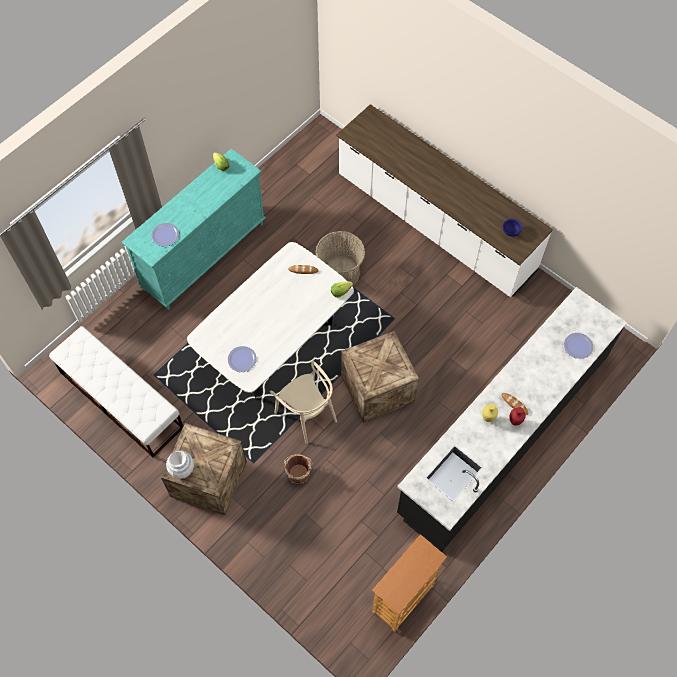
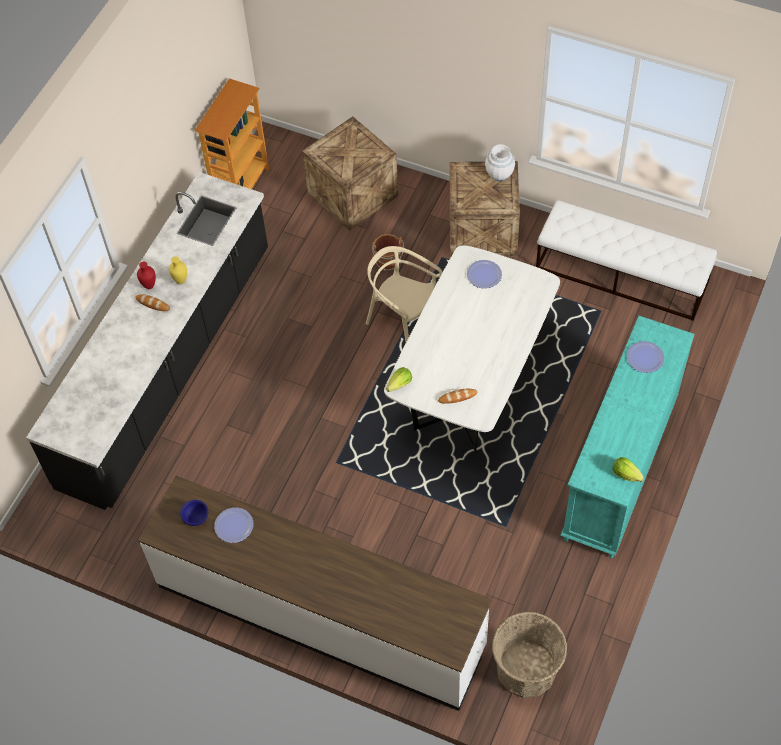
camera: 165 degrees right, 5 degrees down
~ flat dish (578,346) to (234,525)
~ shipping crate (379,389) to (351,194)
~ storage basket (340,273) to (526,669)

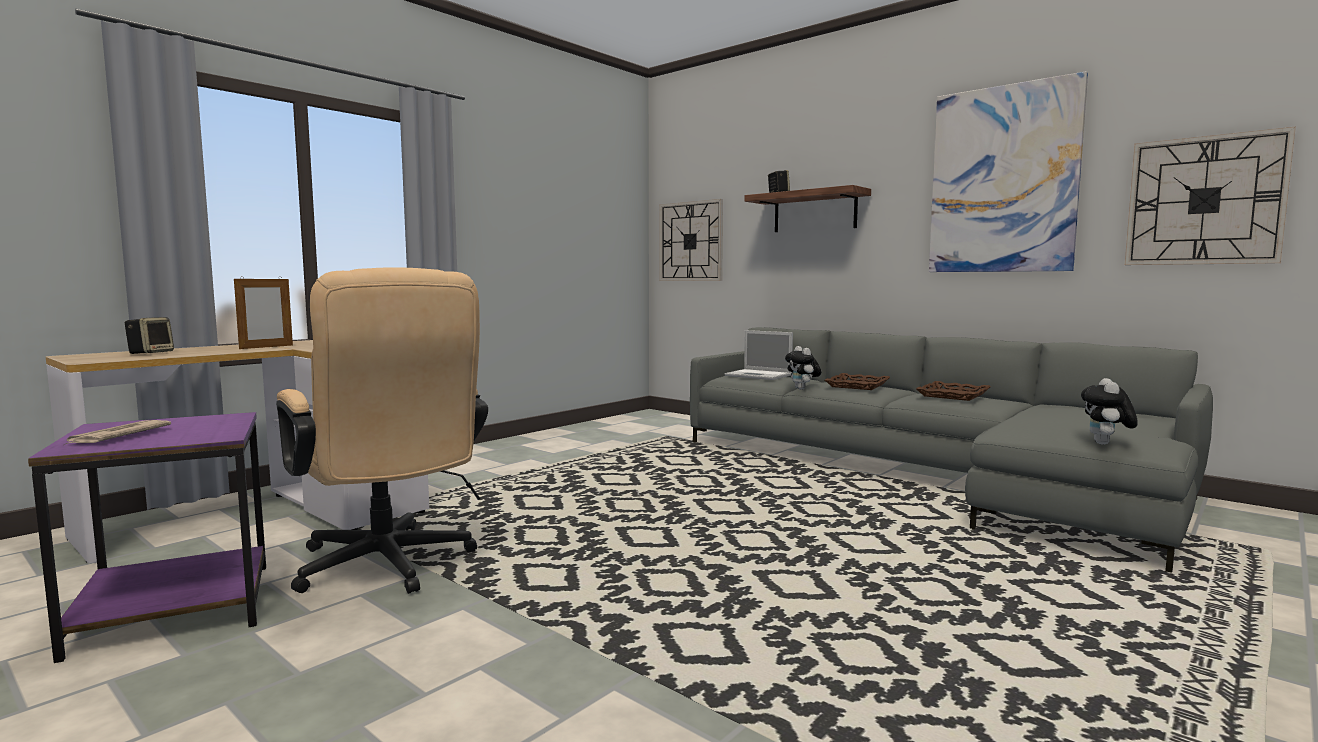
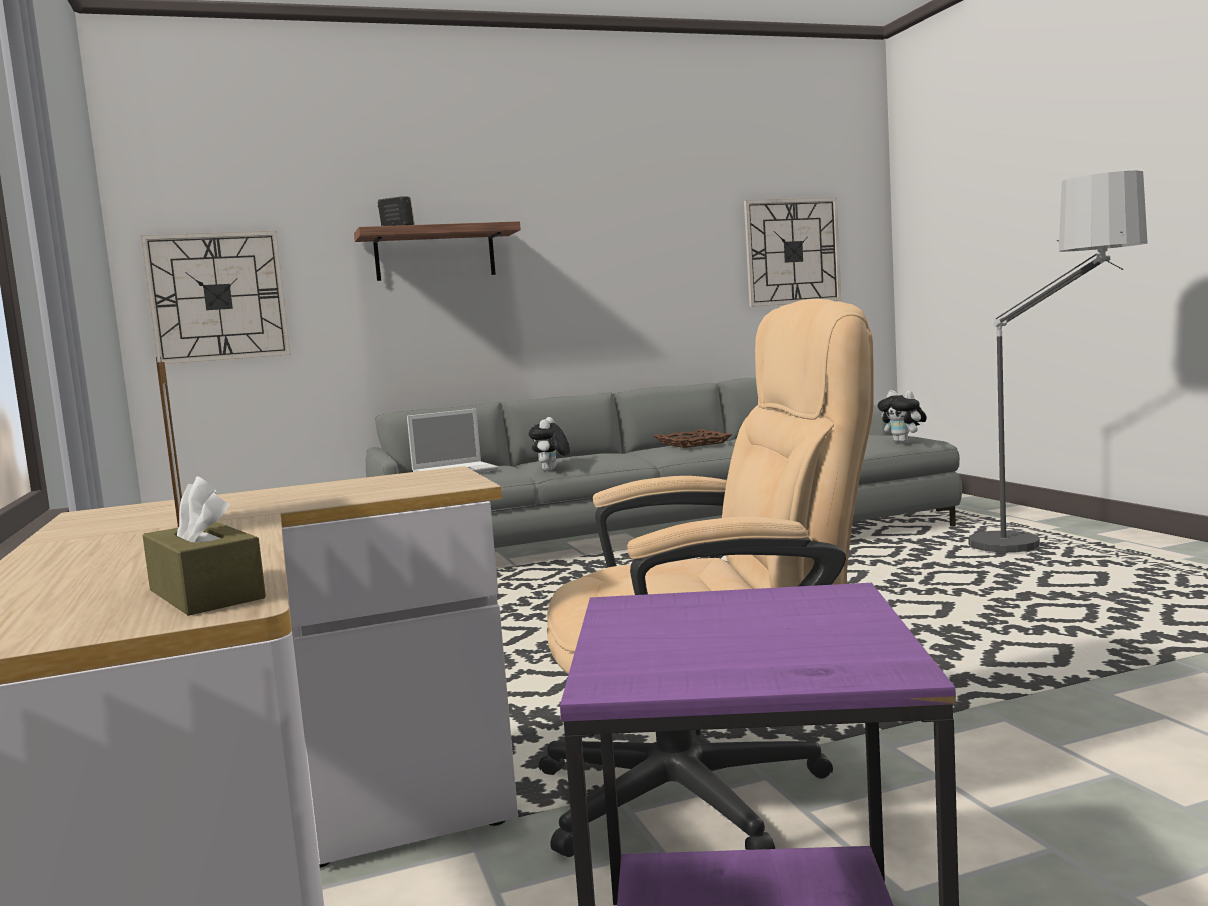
camera: 60 degrees left, 0 degrees up
+ tissue holder/brown-coloured (206,594)
~ cuddly toy (802,389) = (551,470) 90 degrees clockwise
+ standing lamp (1051,556)
- daily paper (117,436)
- audio speaker (151,353)
- tray/brown-coloured (858,386)
- picture (1003,180)

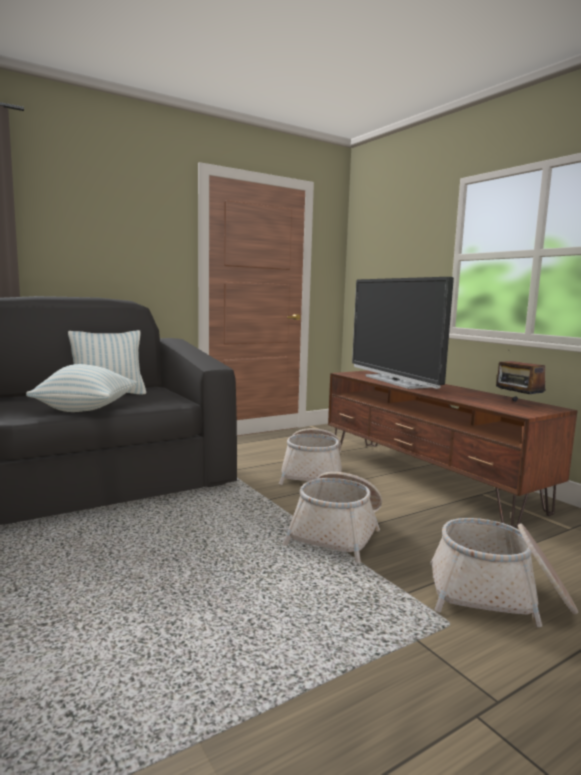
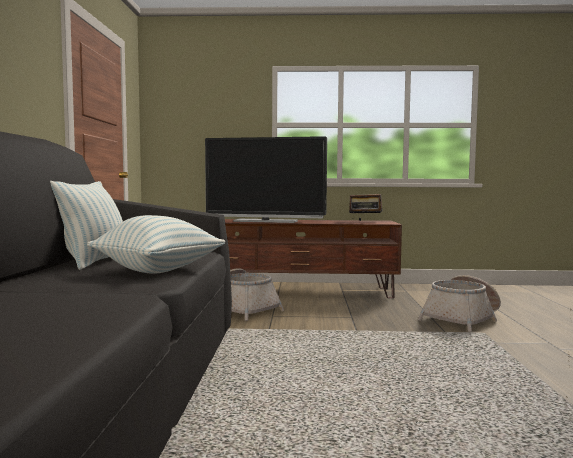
camera: 55 degrees left, 5 degrees down
- storage basket (337,532)

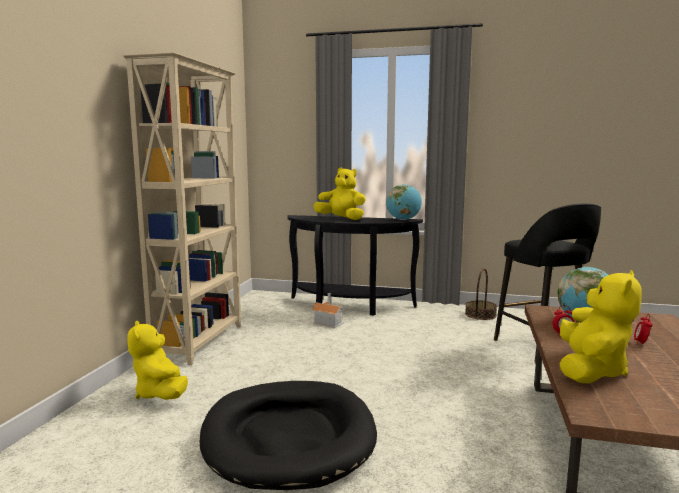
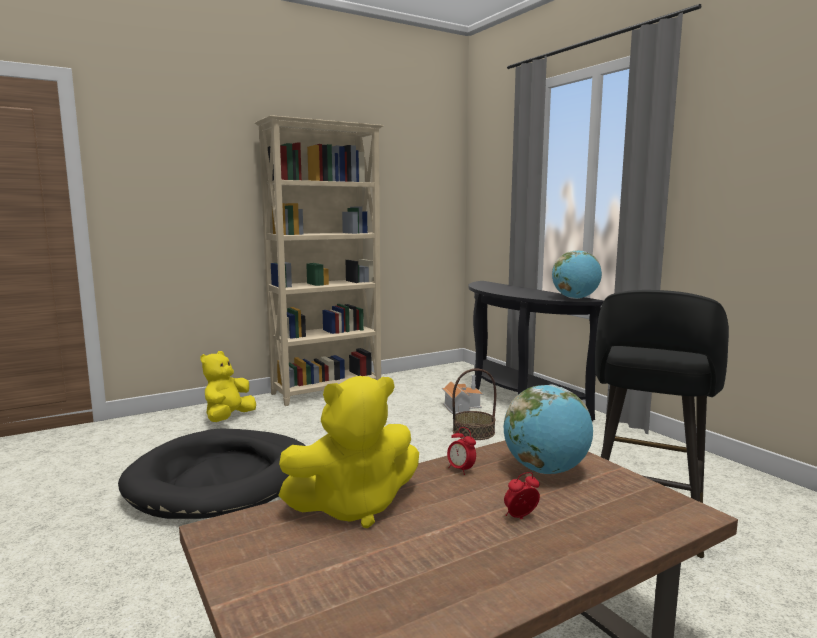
camera: 45 degrees right, 0 degrees up
~ storage basket (480,315) to (473,432)
- cuddly toy/yellow-coloured (341,219)

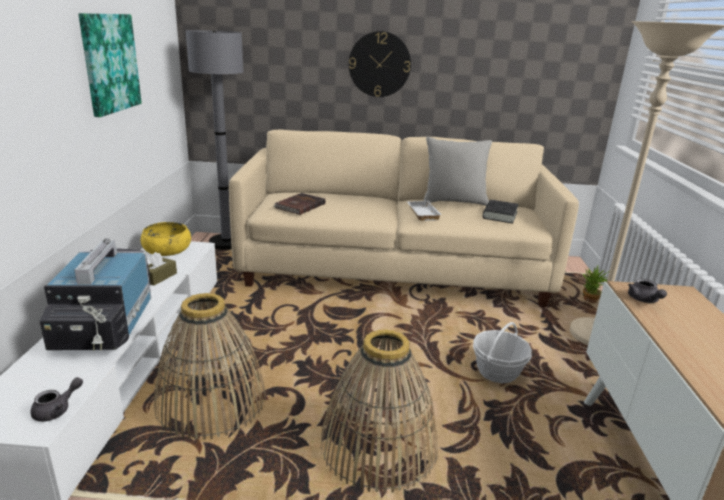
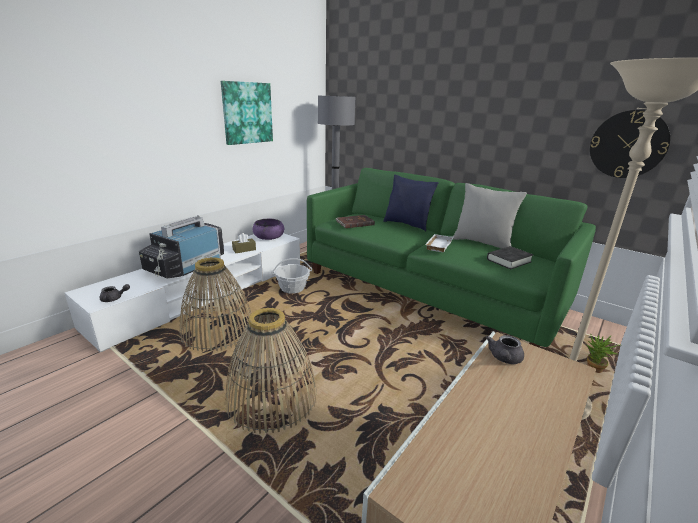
camera: 35 degrees right, 0 degrees up
~ deep dish/yellow-coloured (167,250) to deep dish/purple-coloured (268,236)
~ storage basket (497,372) to (292,288)
~ sofa/sand-coloured (394,270) to sofa/green-coloured (428,290)
+ throw pillow/blue (407,224)
~ wall clock (379,64) to (628,144)

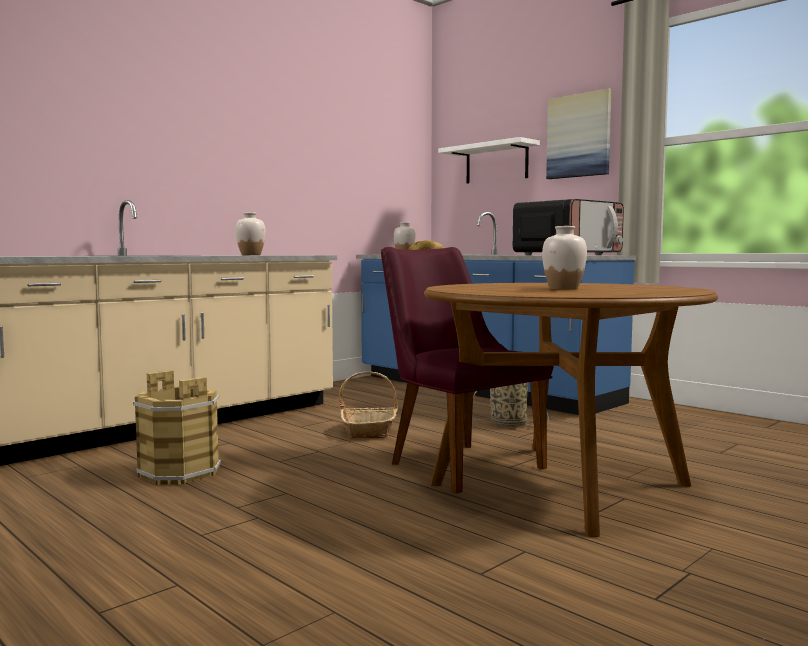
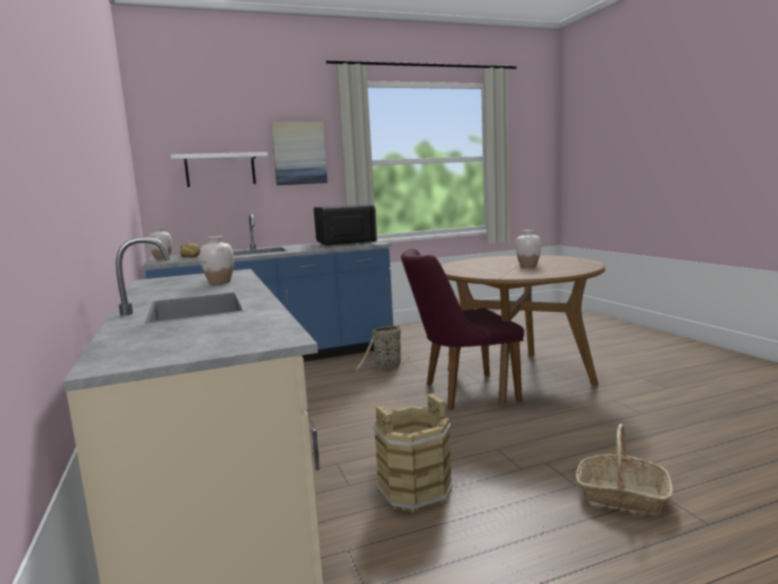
camera: 65 degrees left, 5 degrees up
~ storage basket (369,431) to (622,495)

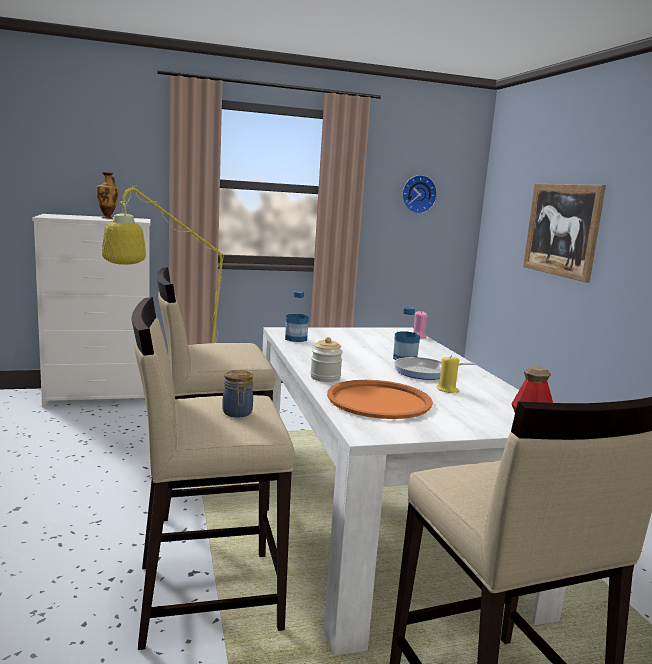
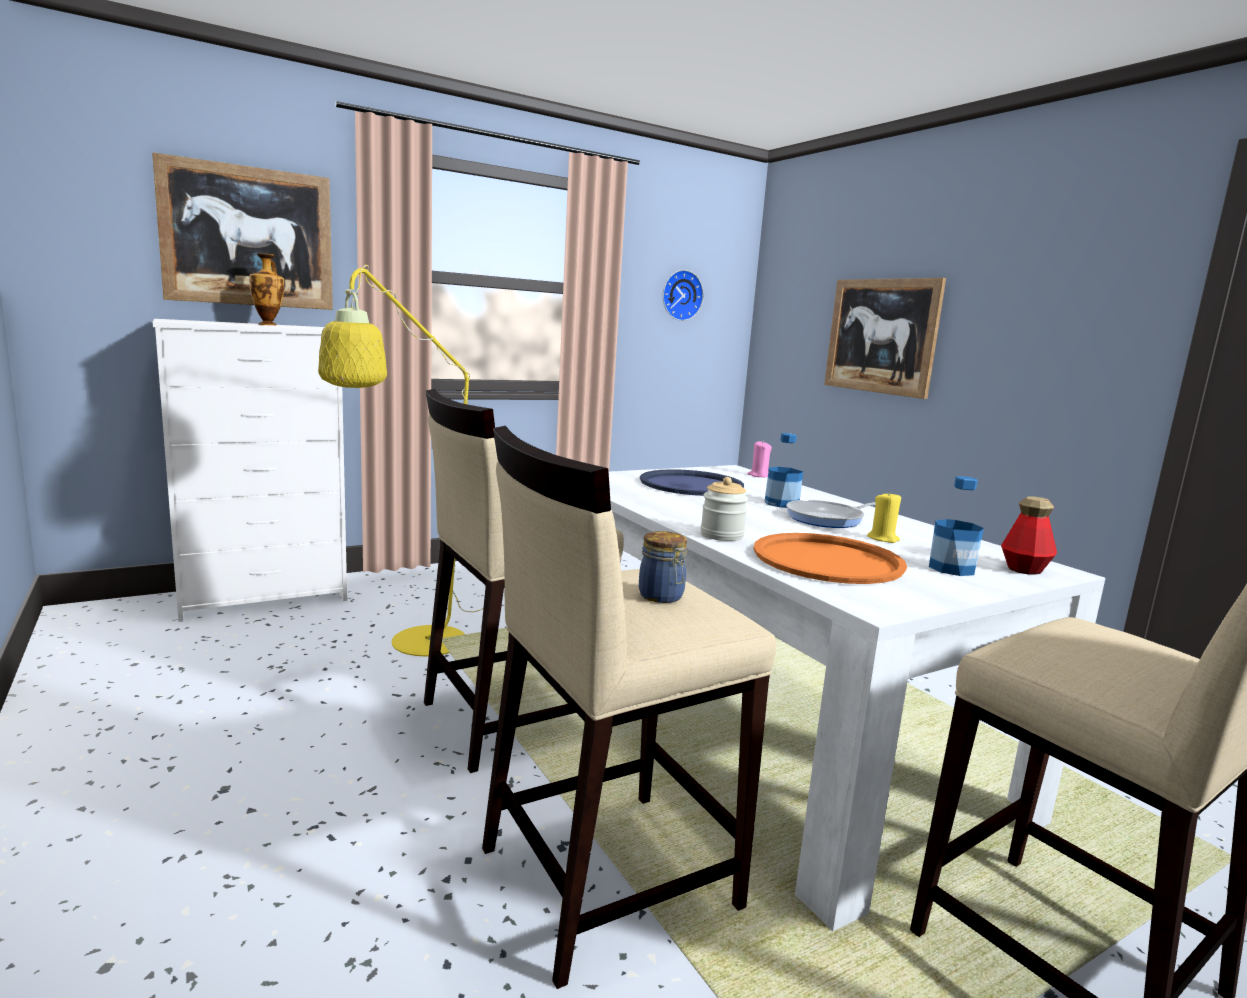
camera: 15 degrees left, 0 degrees up
+ picture (248,237)
+ tray/blue (691,485)
~ bottle (296,339) to (951,568)

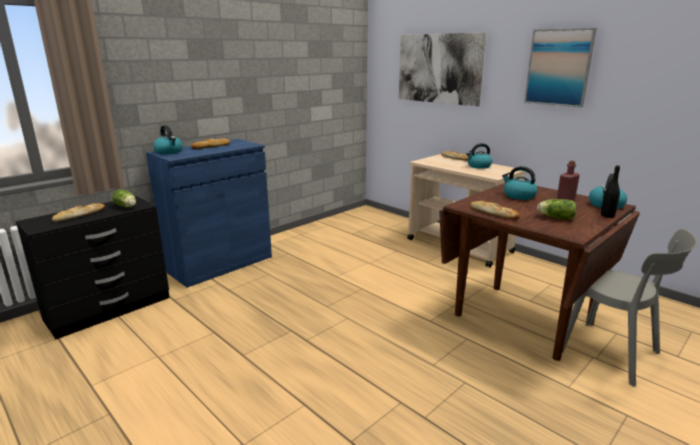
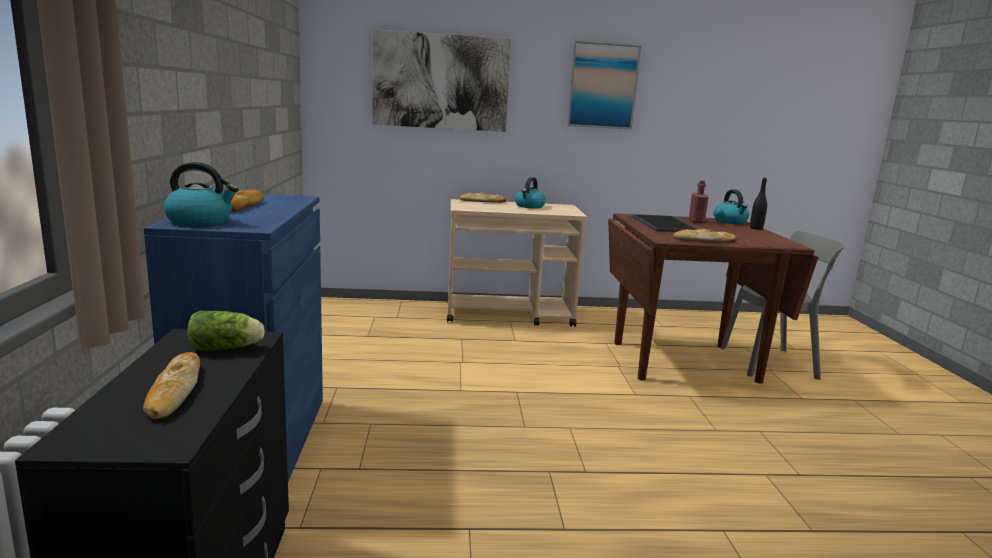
camera: 50 degrees left, 5 degrees down
~ kettle (518,196) to tray (666,224)
- lettuce head (554,217)

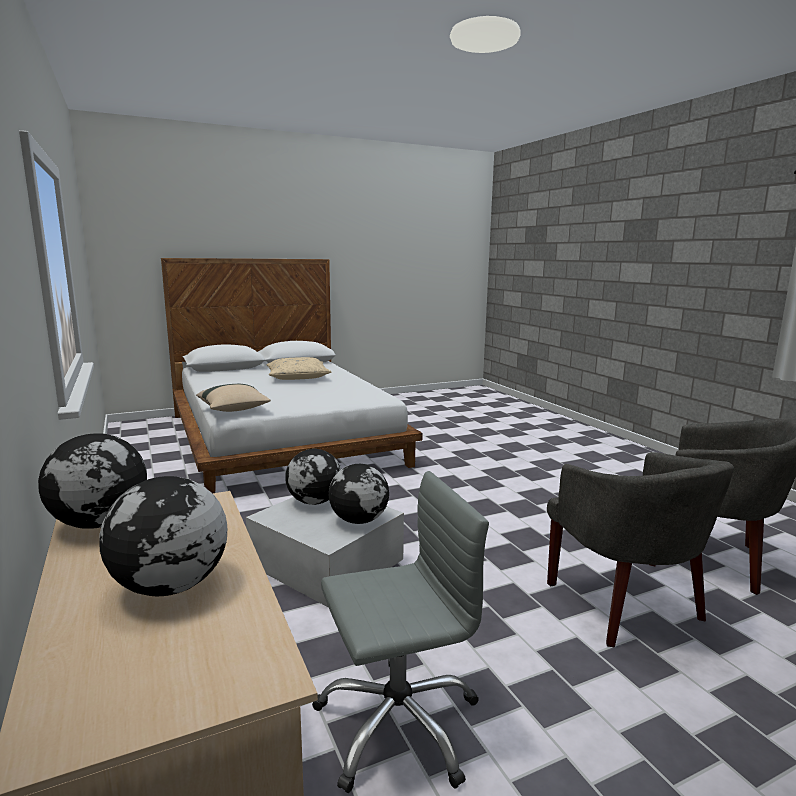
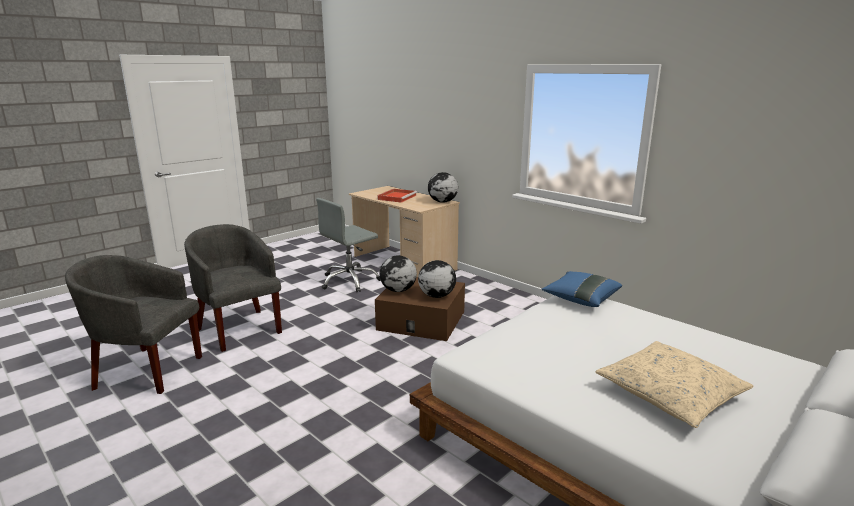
camera: 160 degrees right, 5 degrees up
~ storage container/whitish (326,562) to storage container/brown-coloured (421,320)
~ world globe (170,587) to tray/reddish (397,197)
~ throw pillow/sand-coloured (234,409) to throw pillow/blue (580,299)

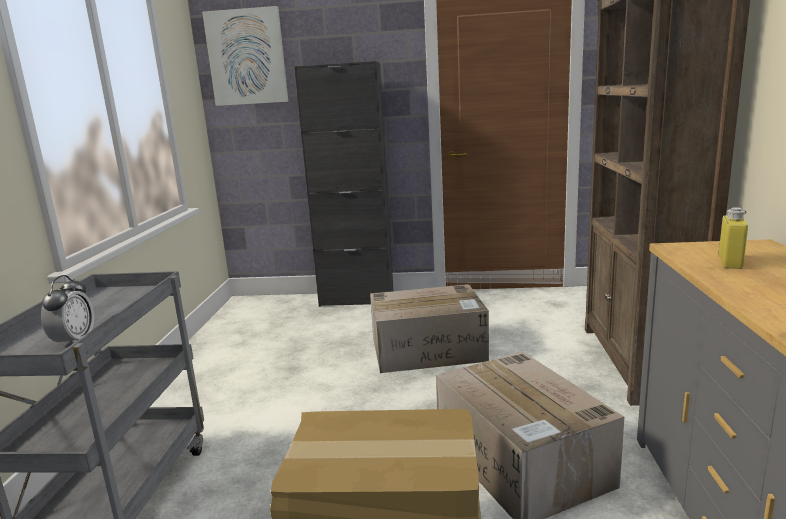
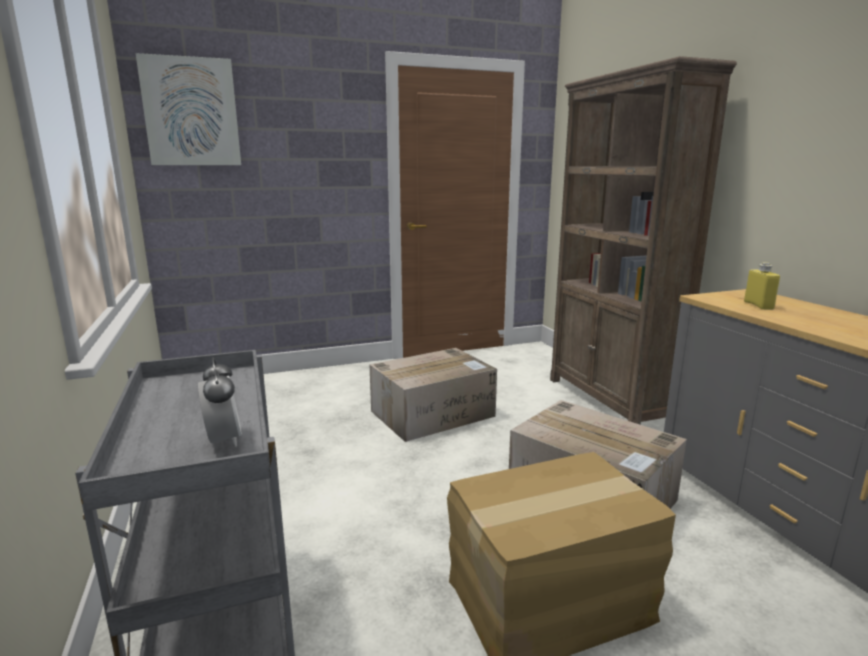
camera: 25 degrees left, 0 degrees up
- cupboard/black (357,299)

